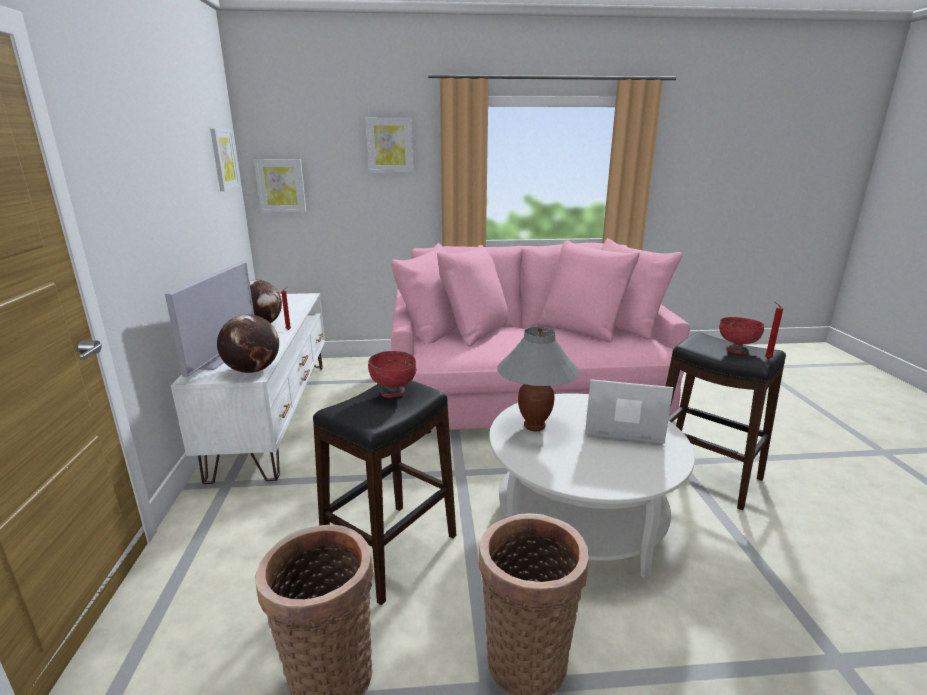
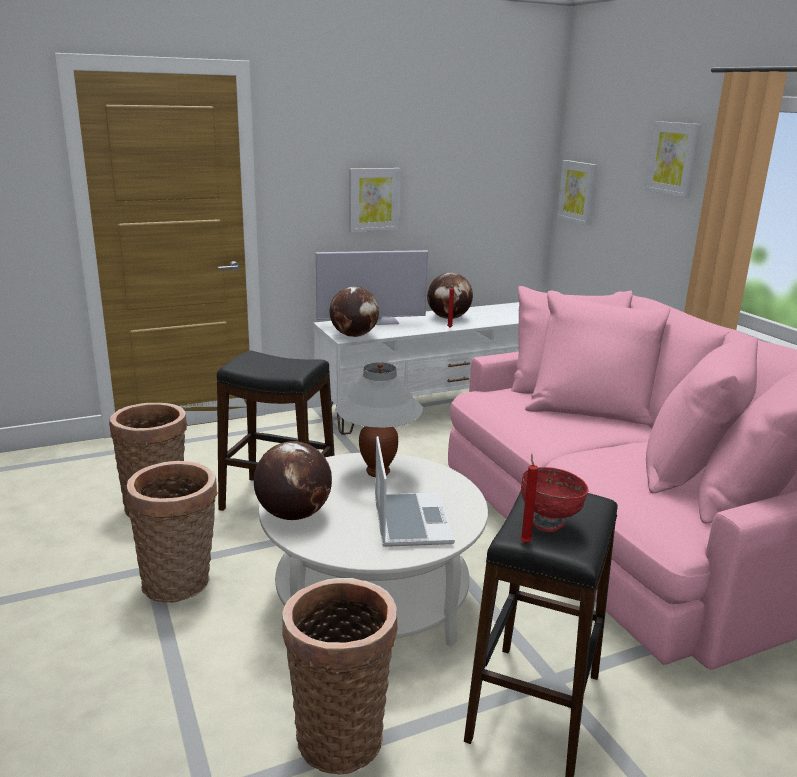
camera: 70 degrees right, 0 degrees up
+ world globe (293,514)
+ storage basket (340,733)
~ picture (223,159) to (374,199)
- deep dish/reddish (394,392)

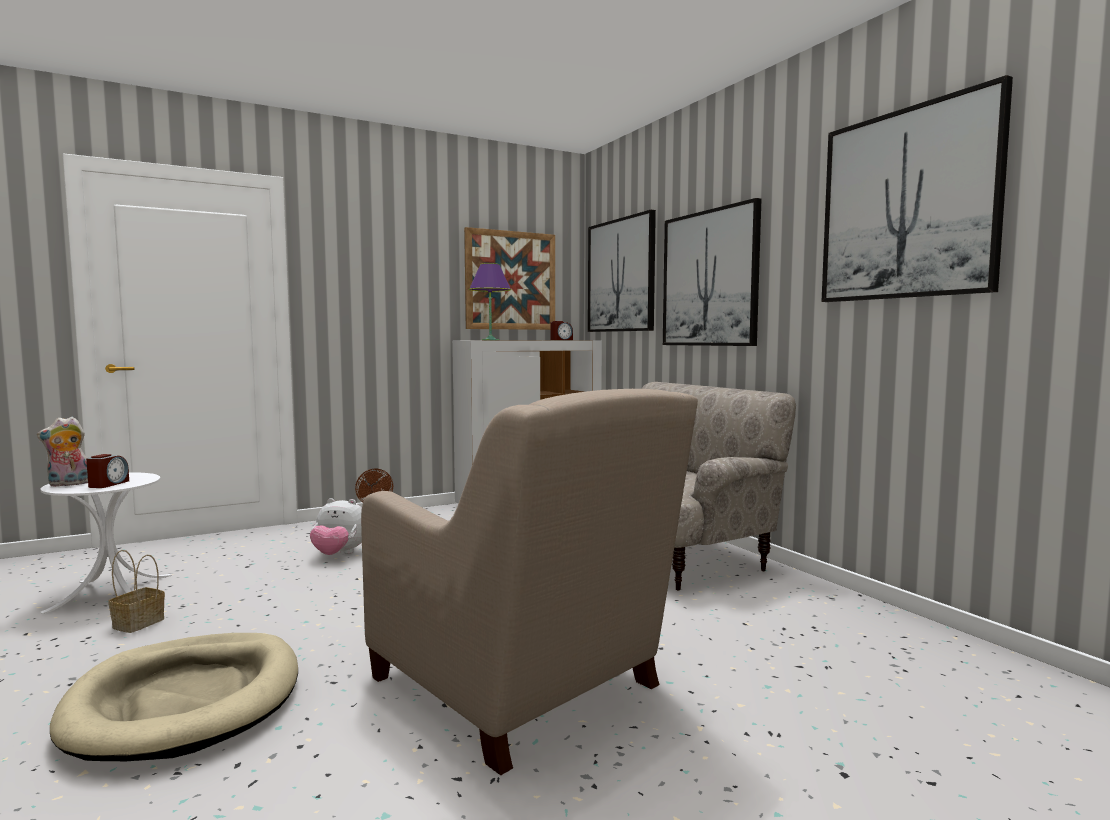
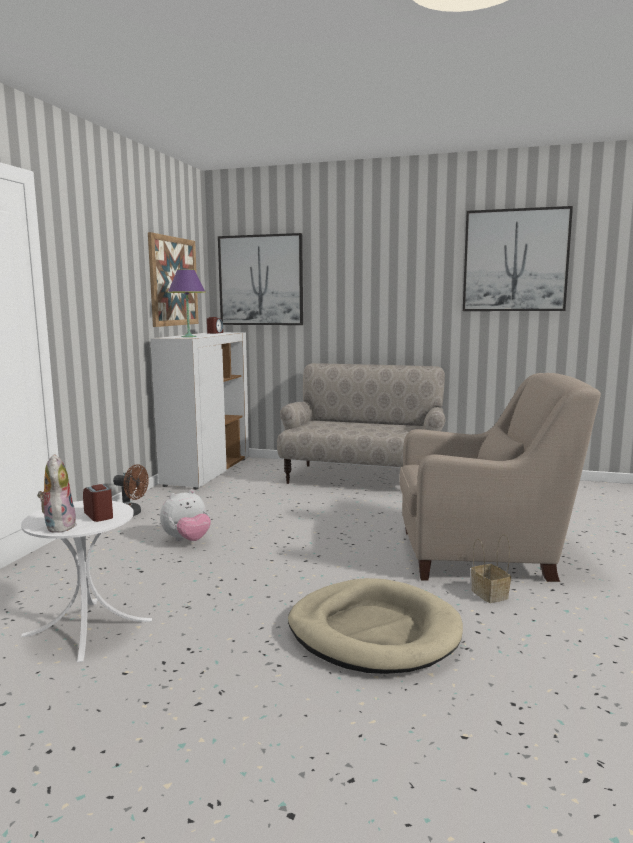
camera: 45 degrees left, 5 degrees up
~ cuddly toy (68,484) = (58,526) 150 degrees clockwise
~ storage basket (139,622) to (488,594)
- picture (709,278)

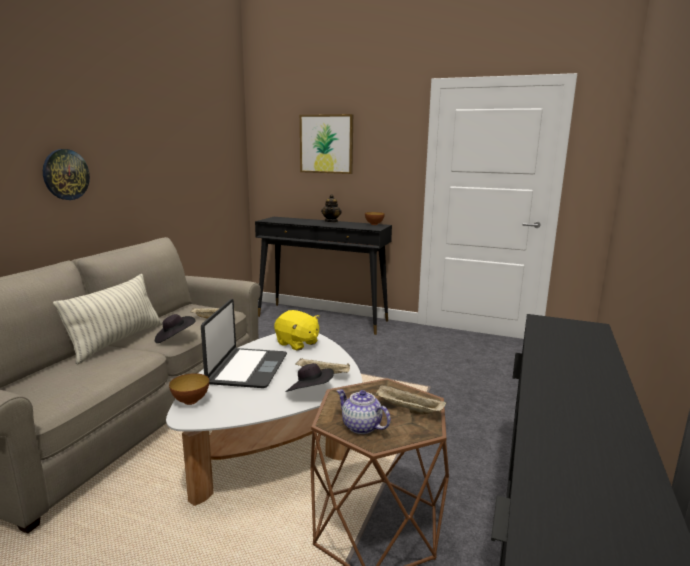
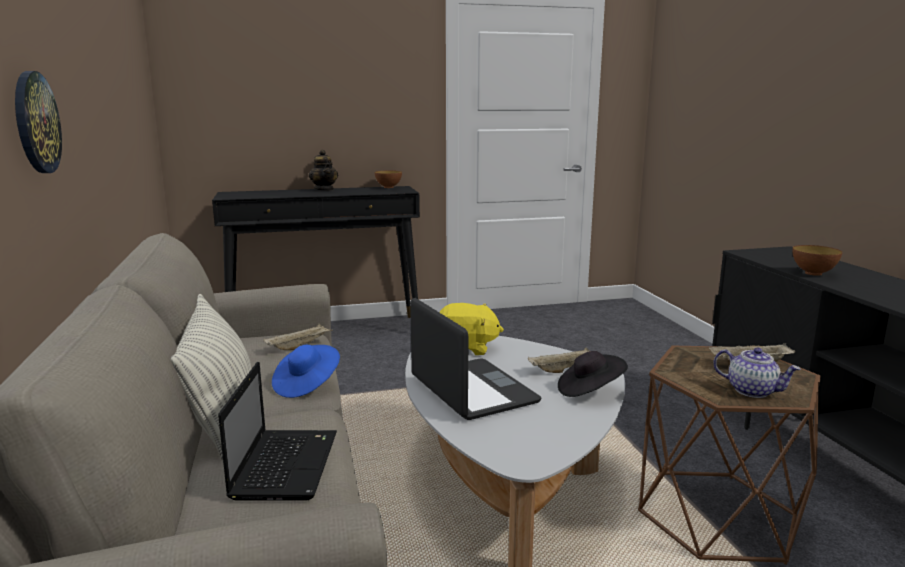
camera: 35 degrees left, 0 degrees up
+ portable computer (285,464)
~ clothing hat/black (174,339) to clothing hat/blue (306,385)
~ pot for tea (361,426) = (752,391) 150 degrees counterclockwise
~ deep dish (191,401) to (813,273)
- picture (326,144)

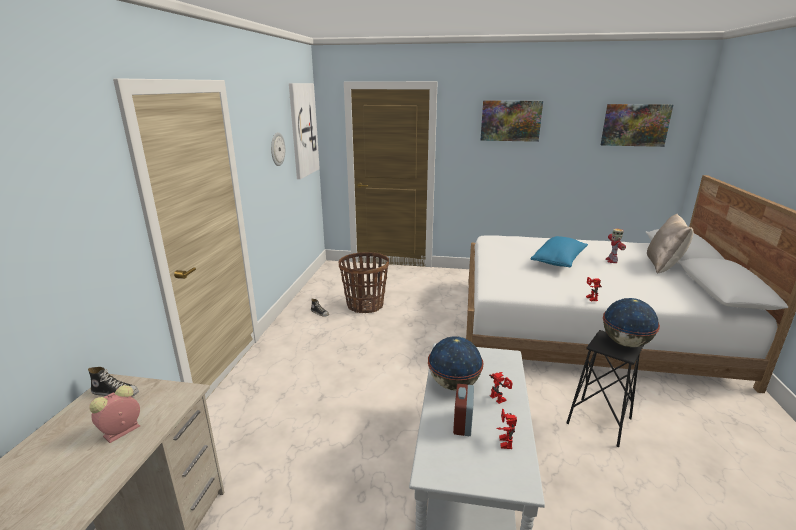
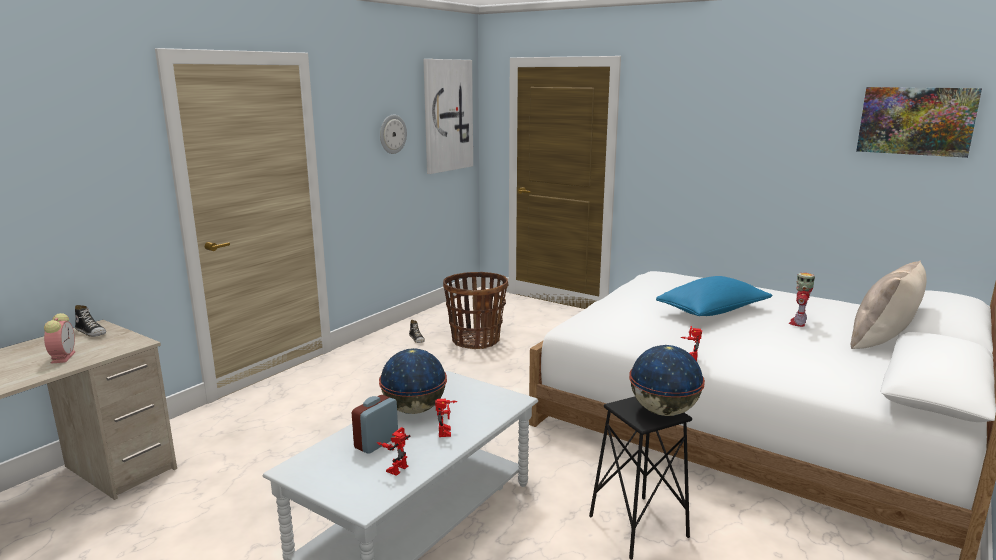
camera: 25 degrees right, 5 degrees down
~ table clock (120,432) = (63,357) 105 degrees clockwise
- picture (510,121)

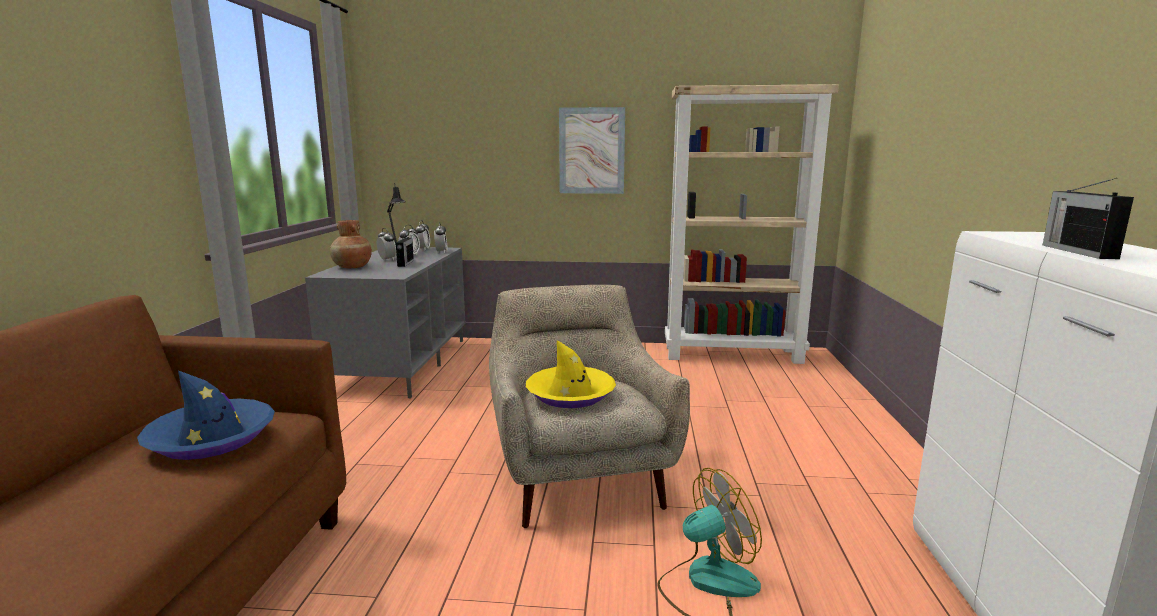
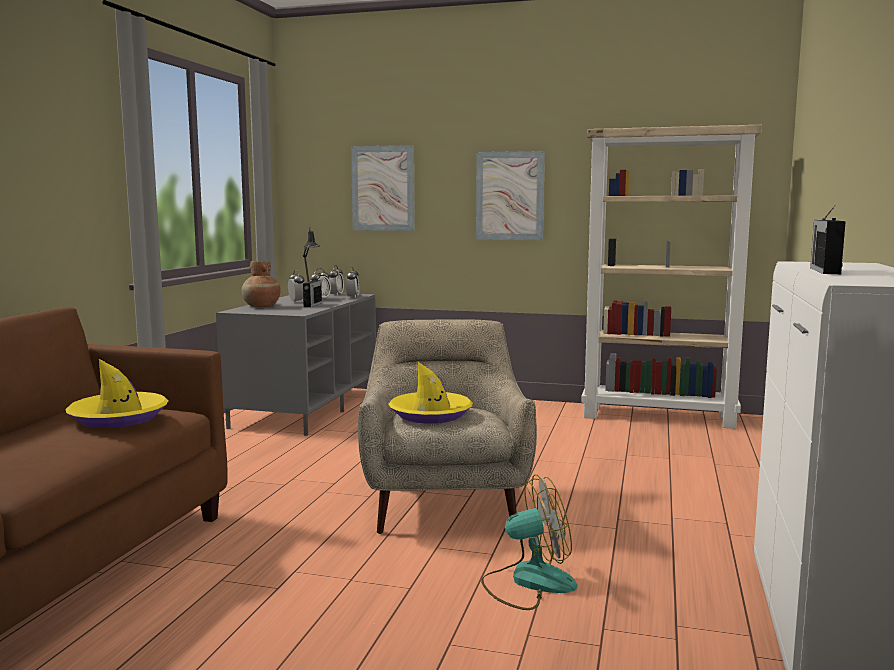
camera: 10 degrees right, 5 degrees down
~ clothing hat/blue (212,439) to clothing hat/yellow-coloured (119,418)
+ picture (383,188)

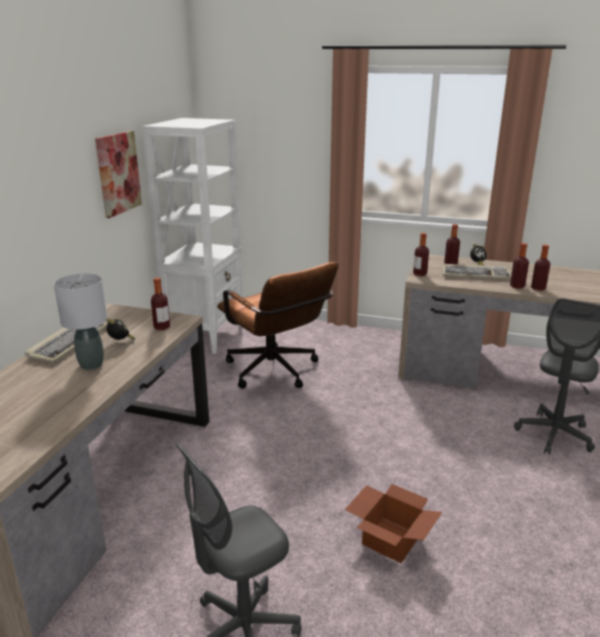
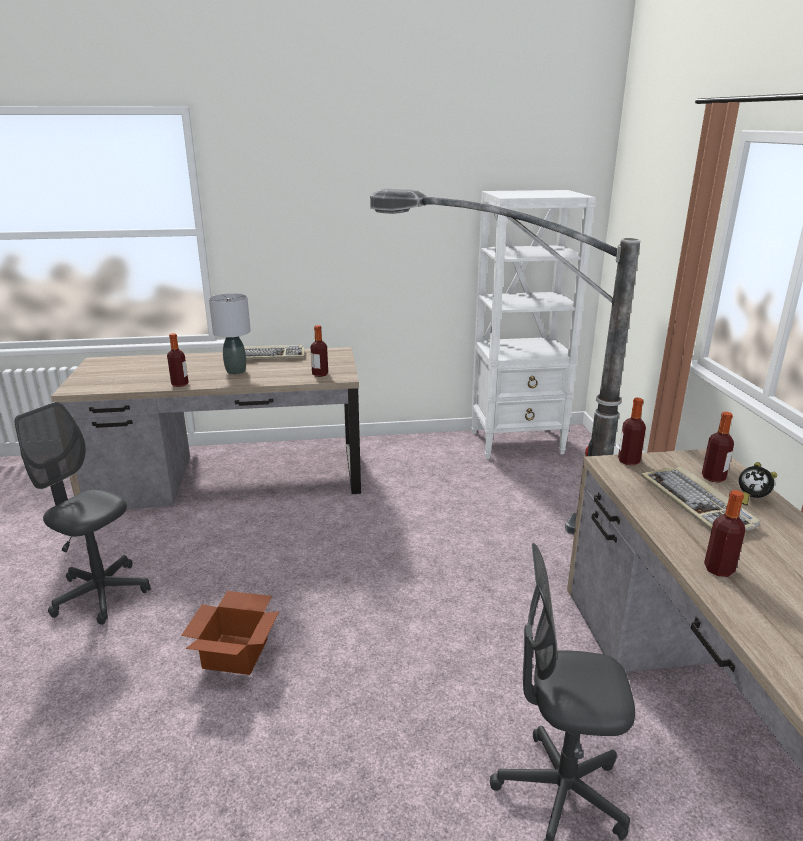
camera: 65 degrees right, 0 degrees up
~ bottle (517,286) to (180,384)
~ computer chair/brown-coloured (276,373) to standing lamp (485,502)
- picture (118,173)
- table clock (121,342)

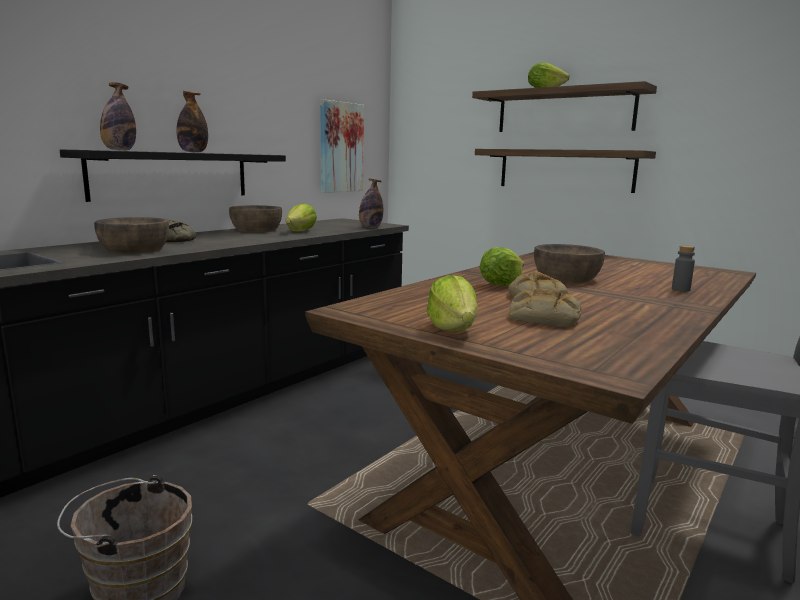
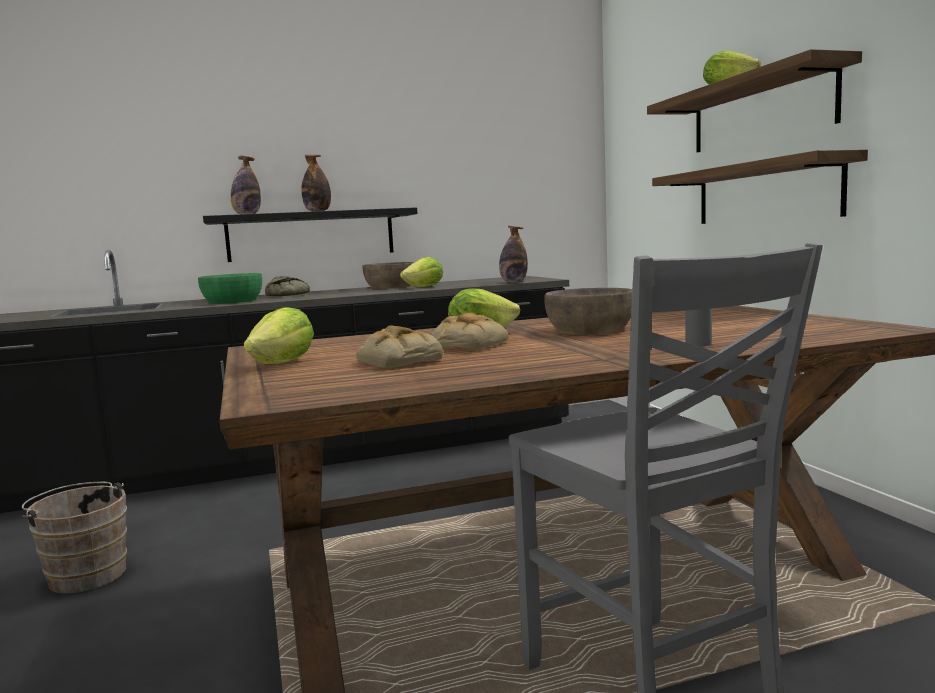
camera: 35 degrees right, 5 degrees down
~ deep dish/brown-coloured (134,249) to deep dish/green-coloured (232,301)
- picture (340,147)

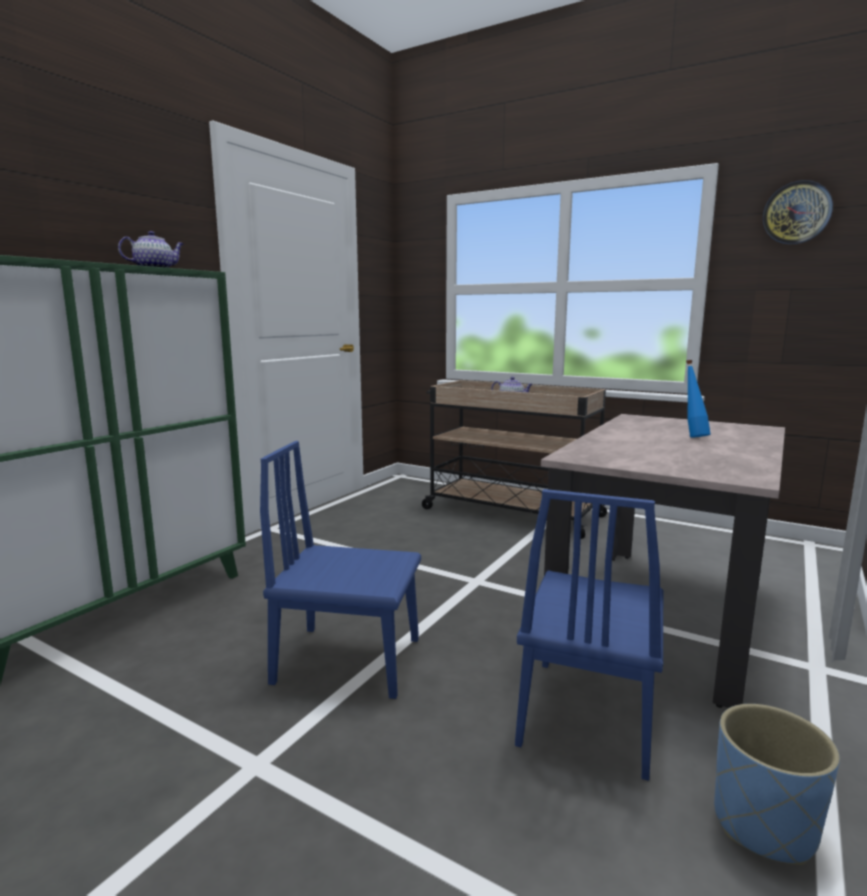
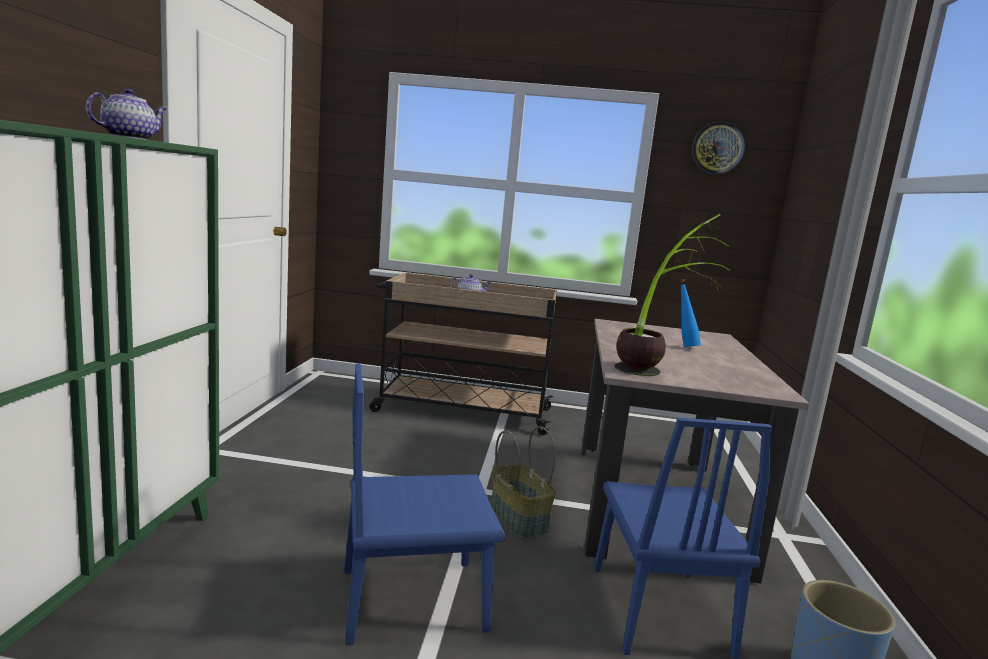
camera: 25 degrees left, 0 degrees up
+ storage basket (520,519)
+ potted plant (657,367)

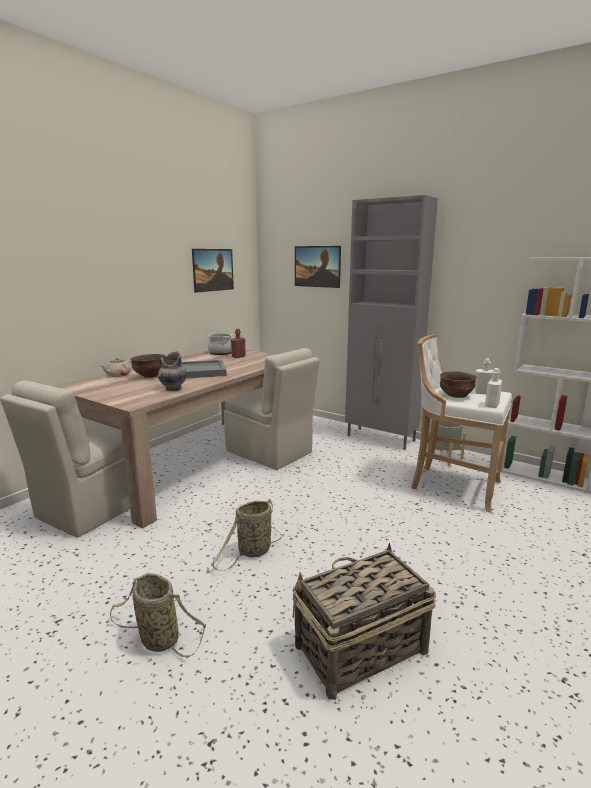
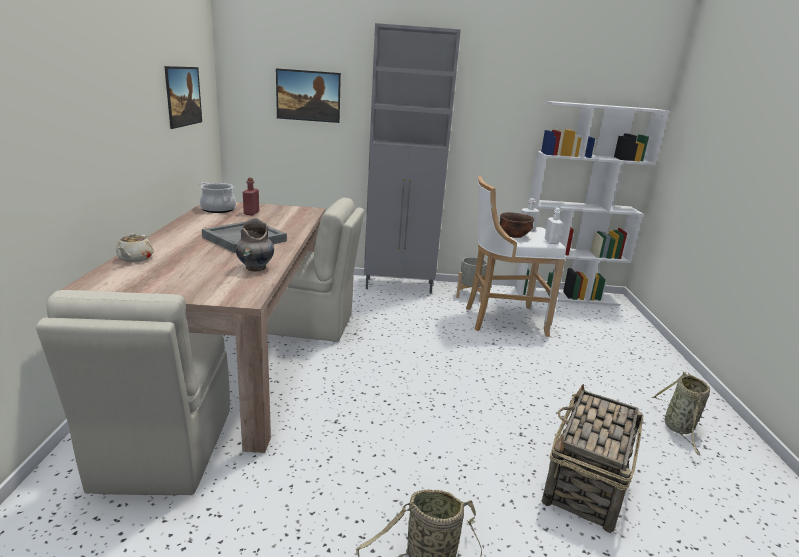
camera: 35 degrees left, 5 degrees up
~ storage basket (252,552) to (679,428)
- deep dish/brown-coloured (150,376)

